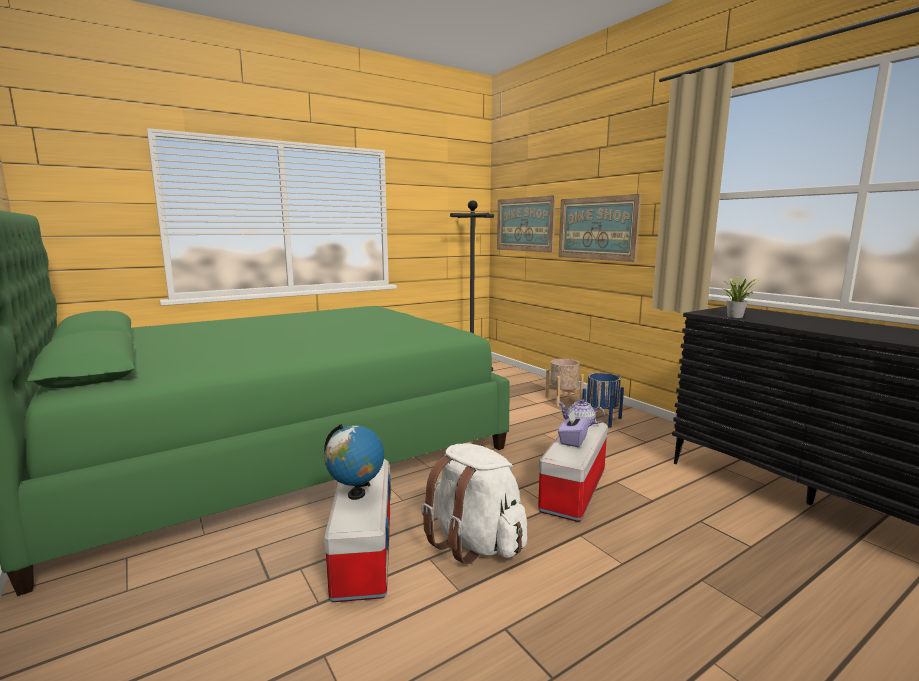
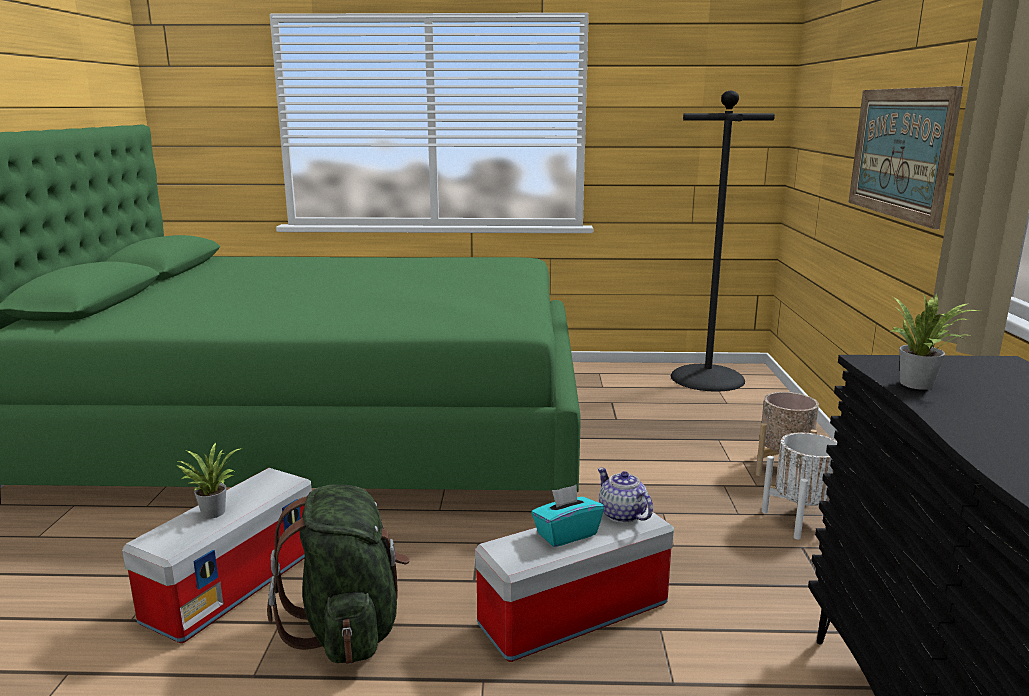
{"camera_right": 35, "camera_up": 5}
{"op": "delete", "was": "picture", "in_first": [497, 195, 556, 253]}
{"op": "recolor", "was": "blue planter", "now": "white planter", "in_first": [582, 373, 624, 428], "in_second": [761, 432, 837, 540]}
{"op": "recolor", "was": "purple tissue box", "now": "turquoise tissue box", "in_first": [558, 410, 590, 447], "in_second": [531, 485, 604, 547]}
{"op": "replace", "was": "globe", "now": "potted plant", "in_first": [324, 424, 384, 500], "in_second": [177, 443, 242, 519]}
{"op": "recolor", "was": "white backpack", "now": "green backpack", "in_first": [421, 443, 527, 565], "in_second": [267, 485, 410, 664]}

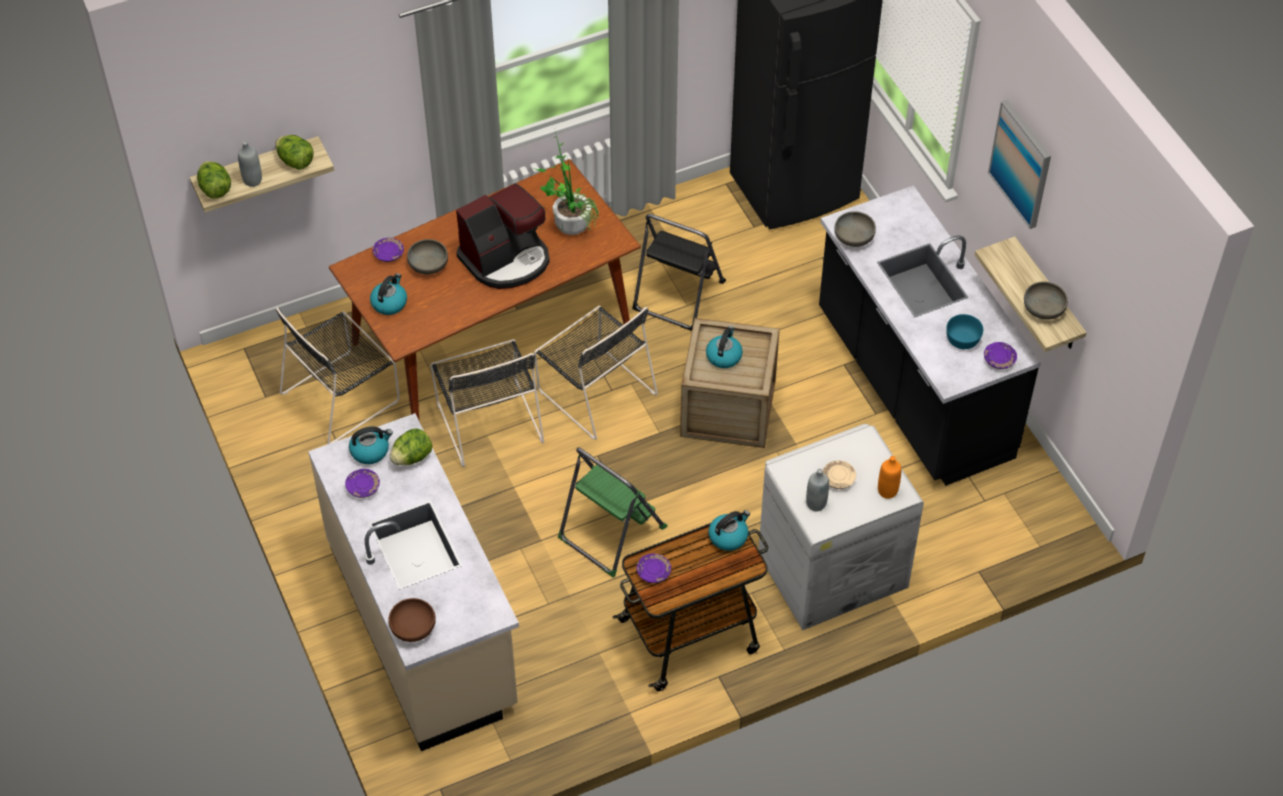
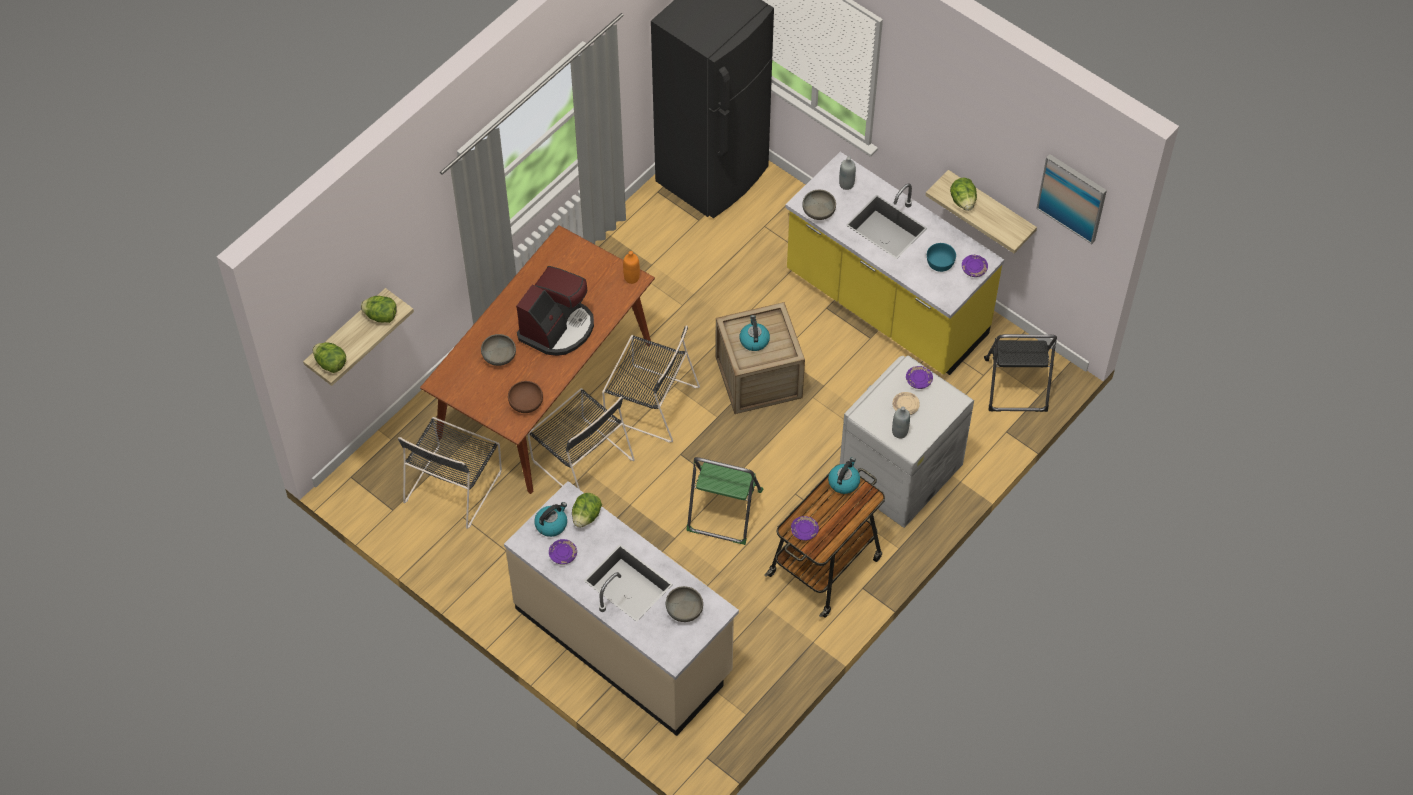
{"camera_right": -25, "camera_up": 5}
{"op": "move", "was": "picture", "in_first": [988, 100, 1051, 229], "in_second": [1036, 154, 1107, 244]}
{"op": "delete", "was": "potted plant", "in_first": [533, 131, 600, 235]}
{"op": "move", "was": "grey bottle", "in_first": [238, 141, 262, 187], "in_second": [839, 156, 856, 190]}
{"op": "recolor", "was": "black counter", "now": "yellow counter", "in_first": [819, 185, 1041, 486], "in_second": [785, 152, 1004, 375]}
{"op": "move", "was": "black step ladder", "in_first": [632, 214, 726, 331], "in_second": [984, 334, 1057, 412]}
{"op": "move", "was": "purple plate", "in_first": [372, 238, 404, 262], "in_second": [906, 366, 933, 389]}
{"op": "delete", "was": "kettle", "in_first": [370, 273, 407, 315]}
{"op": "move", "was": "grey bowl", "in_first": [1024, 281, 1068, 320], "in_second": [666, 586, 703, 622]}
{"op": "move", "was": "orange bottle", "in_first": [878, 456, 901, 499], "in_second": [623, 251, 640, 284]}
{"op": "move", "was": "brown bowl", "in_first": [388, 598, 436, 642], "in_second": [508, 381, 543, 413]}
{"op": "insert", "now": "lettuce", "in_second": [950, 178, 977, 211]}

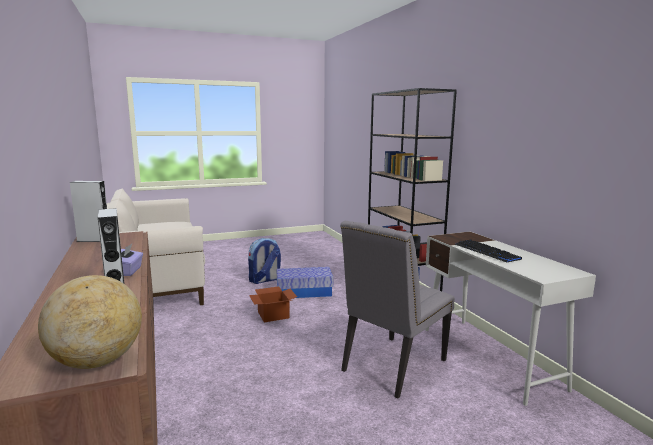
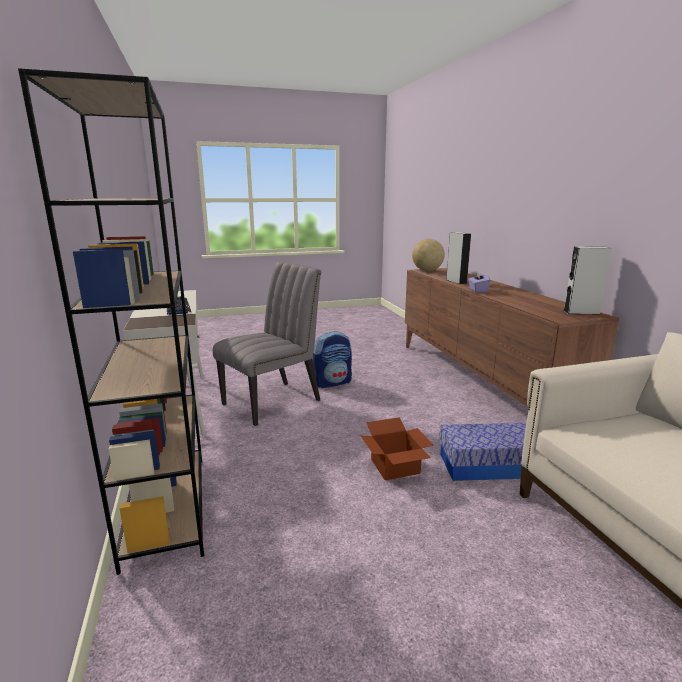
{"camera_right": -175, "camera_up": 5}
{"op": "move", "was": "backpack", "in_first": [248, 238, 281, 284], "in_second": [312, 331, 352, 388]}
{"op": "move", "was": "storage box", "in_first": [277, 267, 333, 298], "in_second": [439, 423, 526, 481]}

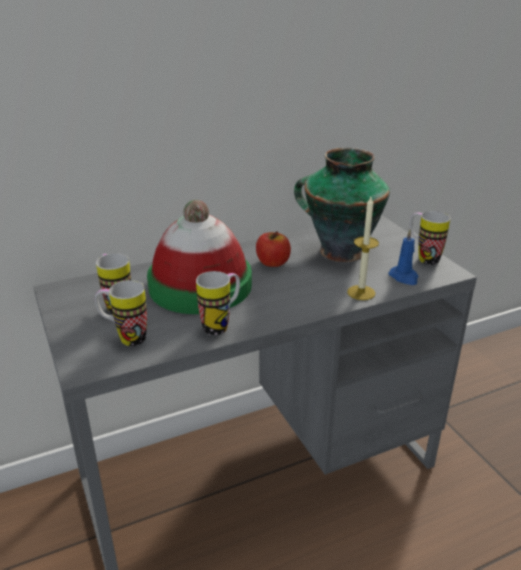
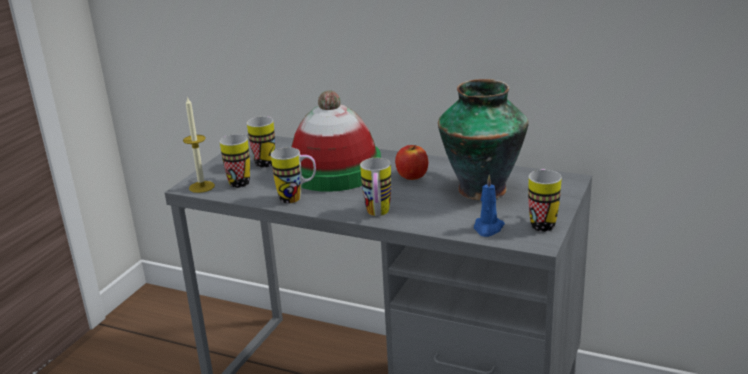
{"camera_right": 50, "camera_up": -5}
{"op": "move", "was": "candle", "in_first": [347, 197, 379, 300], "in_second": [183, 96, 215, 193]}
{"op": "insert", "now": "mug", "in_second": [360, 158, 391, 216]}

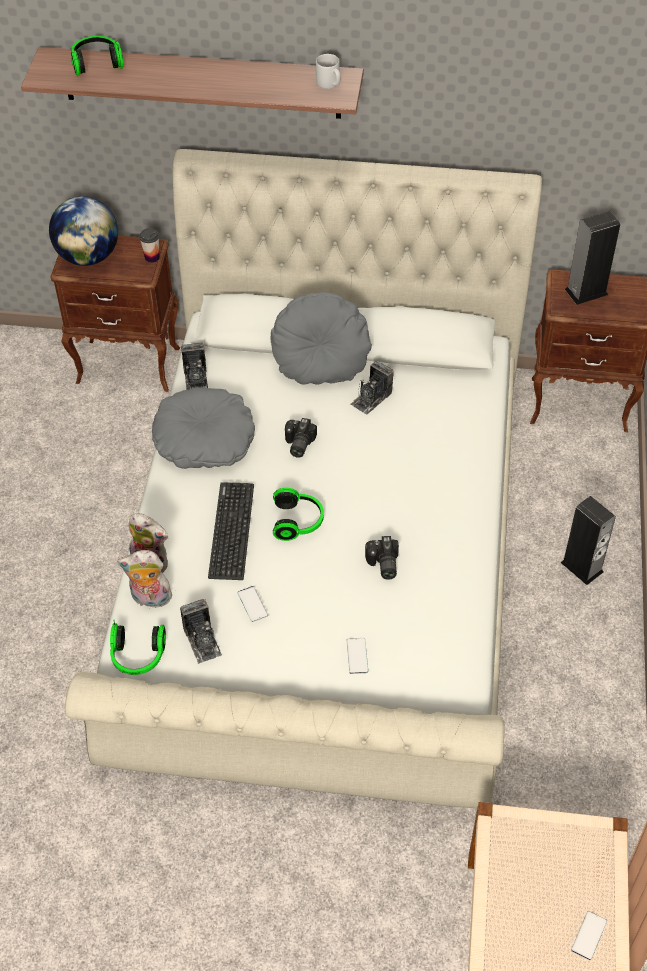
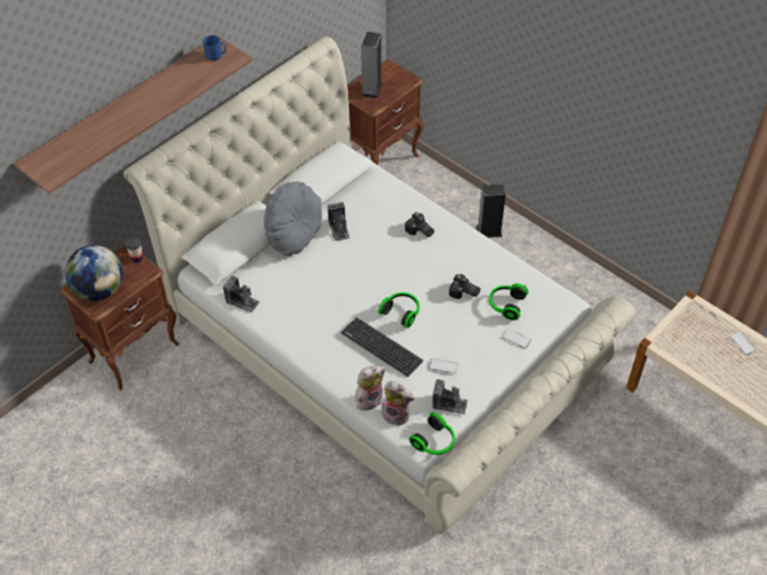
{"camera_right": -55, "camera_up": 0}
{"op": "move", "was": "headphones", "in_first": [71, 36, 124, 76], "in_second": [489, 283, 528, 320]}
{"op": "recolor", "was": "grey mug", "now": "blue mug", "in_first": [316, 54, 340, 89], "in_second": [203, 35, 227, 61]}
{"op": "delete", "was": "grey pillow", "in_first": [152, 387, 255, 469]}
{"op": "move", "was": "photo camera", "in_first": [285, 418, 317, 458], "in_second": [405, 212, 434, 237]}
{"op": "rotate", "was": "plush toy", "in_first": [117, 550, 172, 608], "in_second": [381, 381, 414, 426], "clockwise": -105}

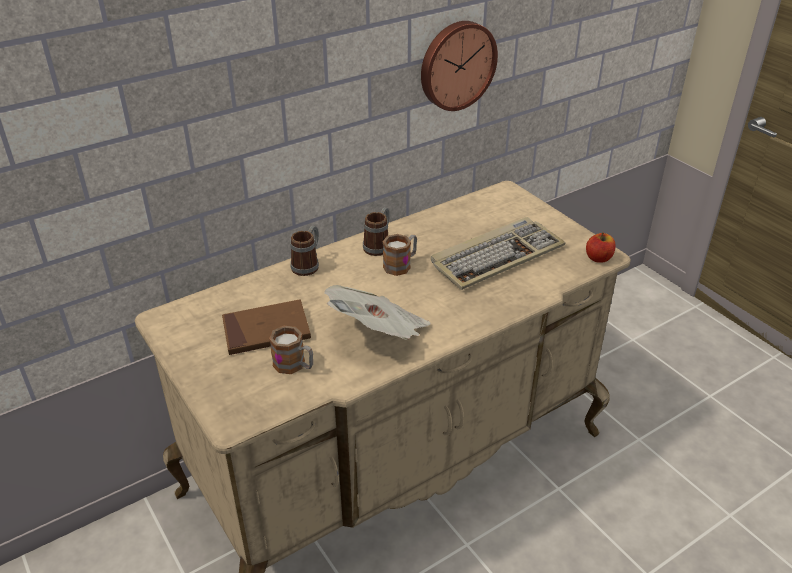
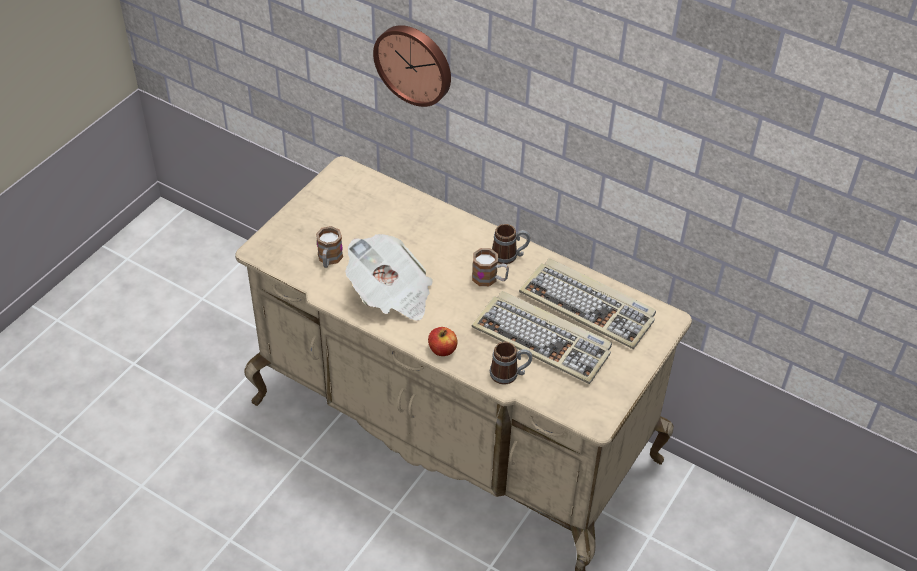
{"camera_right": 65, "camera_up": 10}
{"op": "move", "was": "wall clock", "in_first": [421, 21, 498, 111], "in_second": [373, 25, 451, 107]}
{"op": "move", "was": "mug", "in_first": [290, 226, 319, 276], "in_second": [490, 342, 532, 385]}
{"op": "move", "was": "apple", "in_first": [586, 233, 616, 263], "in_second": [428, 327, 457, 356]}
{"op": "delete", "was": "brown book", "in_first": [222, 299, 311, 355]}
{"op": "insert", "now": "keyboard", "in_second": [519, 258, 656, 349]}

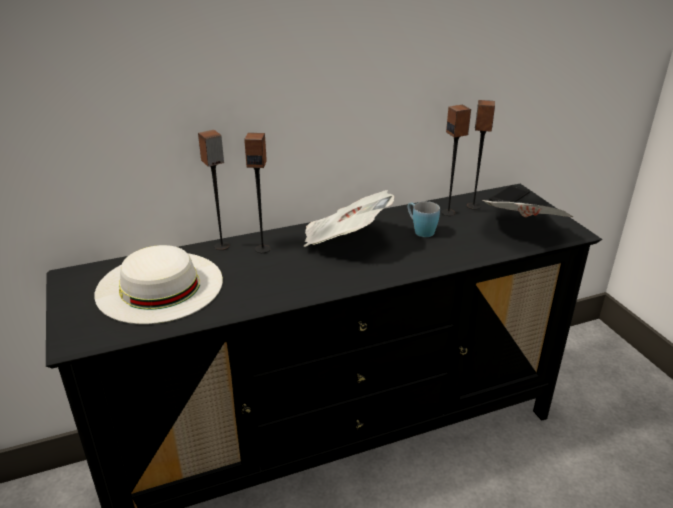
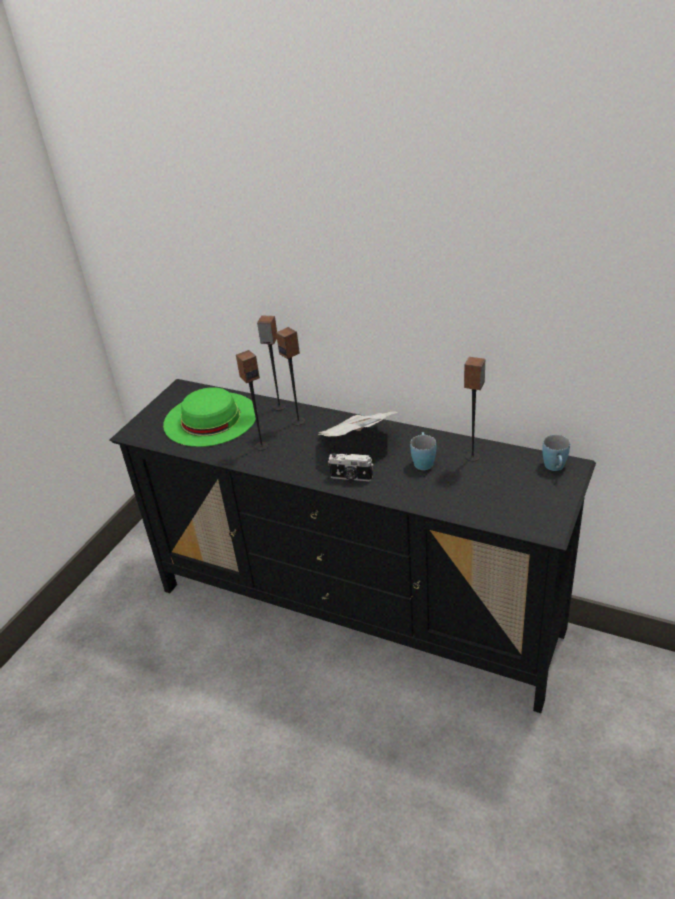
{"camera_right": 50, "camera_up": 5}
{"op": "move", "was": "speaker", "in_first": [467, 100, 495, 210], "in_second": [236, 350, 269, 451]}
{"op": "replace", "was": "phone", "now": "blue mug", "in_first": [489, 185, 530, 202], "in_second": [542, 435, 570, 471]}
{"op": "delete", "was": "newspaper", "in_first": [482, 200, 573, 217]}
{"op": "recolor", "was": "white hat", "now": "green hat", "in_first": [94, 245, 223, 324], "in_second": [163, 387, 256, 447]}
{"op": "insert", "now": "photo camera", "in_second": [328, 453, 373, 481]}

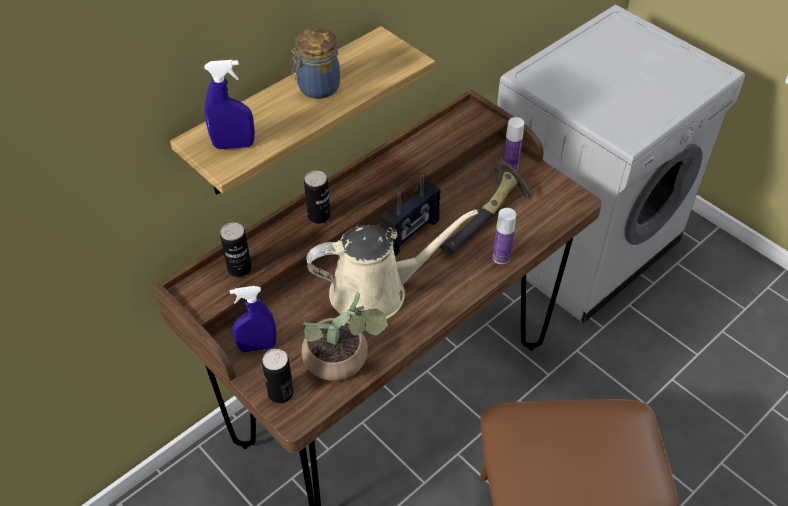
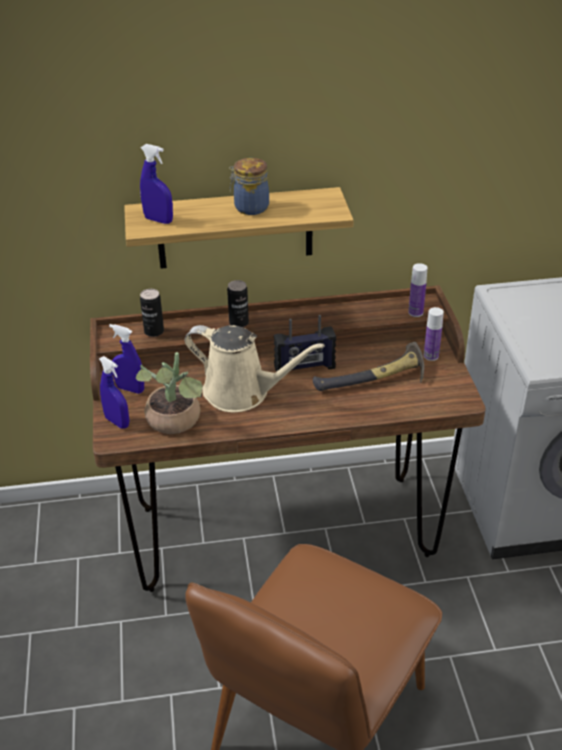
{"camera_right": 35, "camera_up": -10}
{"op": "move", "was": "bottle", "in_first": [493, 208, 516, 264], "in_second": [408, 263, 427, 317]}
{"op": "replace", "was": "can", "now": "blue spray bottle", "in_first": [262, 349, 294, 403], "in_second": [99, 356, 129, 429]}

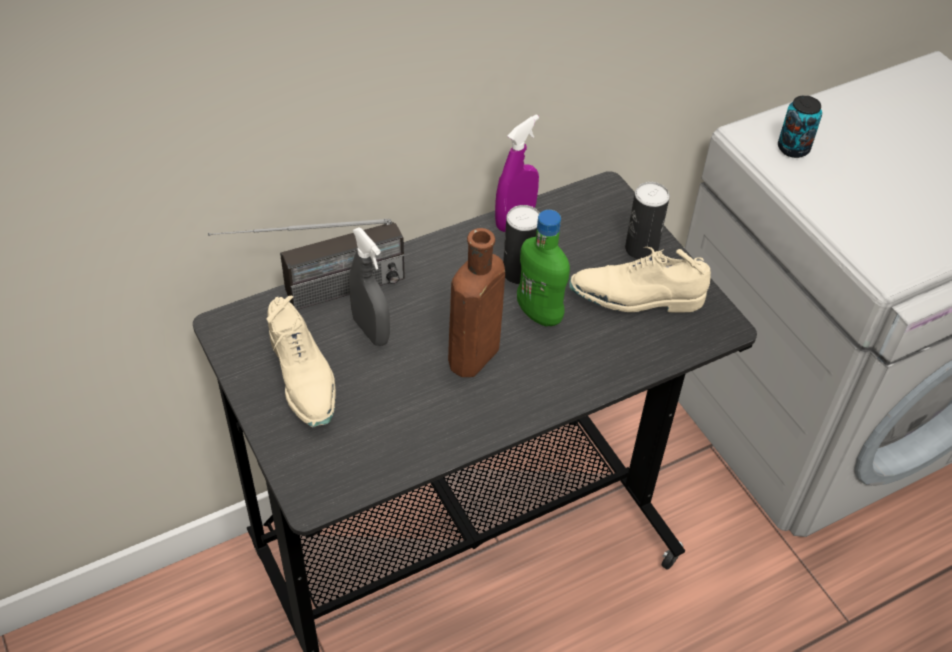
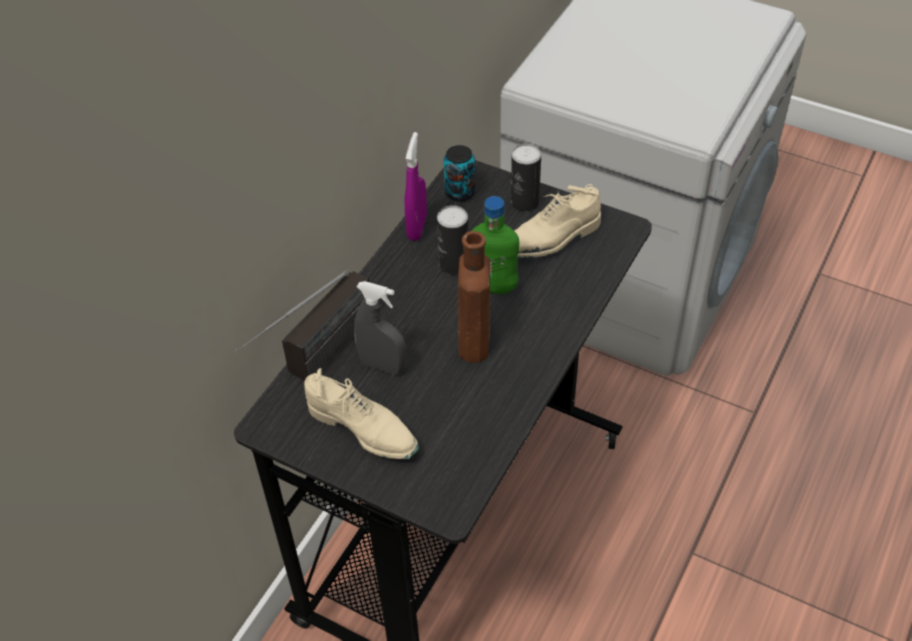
{"camera_right": -30, "camera_up": 0}
{"op": "move", "was": "can", "in_first": [778, 95, 822, 158], "in_second": [444, 145, 475, 202]}

